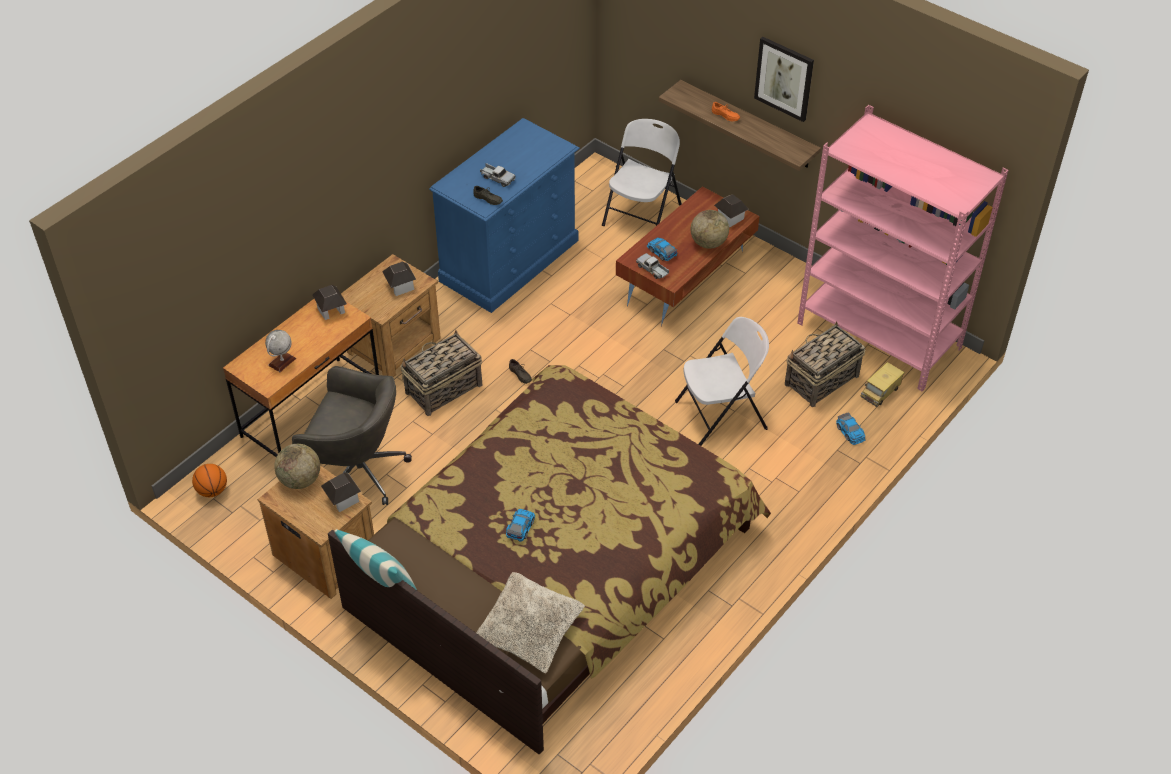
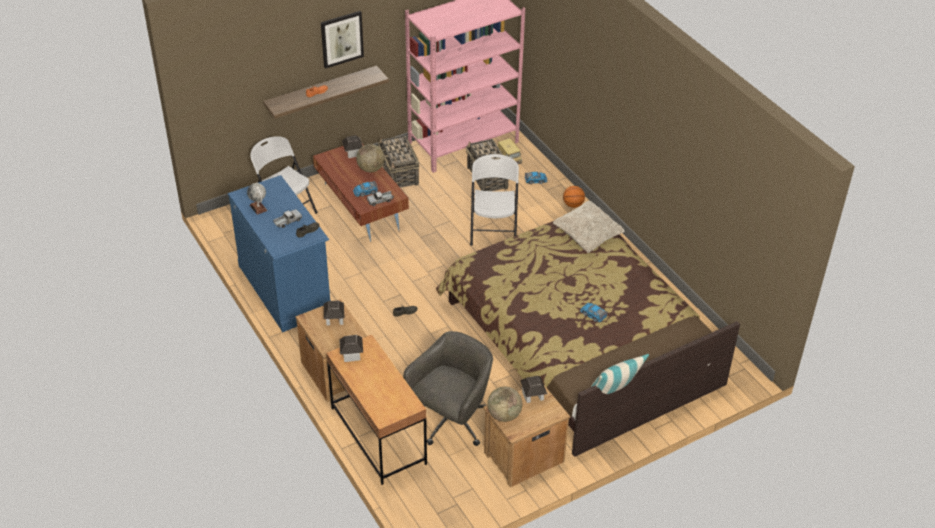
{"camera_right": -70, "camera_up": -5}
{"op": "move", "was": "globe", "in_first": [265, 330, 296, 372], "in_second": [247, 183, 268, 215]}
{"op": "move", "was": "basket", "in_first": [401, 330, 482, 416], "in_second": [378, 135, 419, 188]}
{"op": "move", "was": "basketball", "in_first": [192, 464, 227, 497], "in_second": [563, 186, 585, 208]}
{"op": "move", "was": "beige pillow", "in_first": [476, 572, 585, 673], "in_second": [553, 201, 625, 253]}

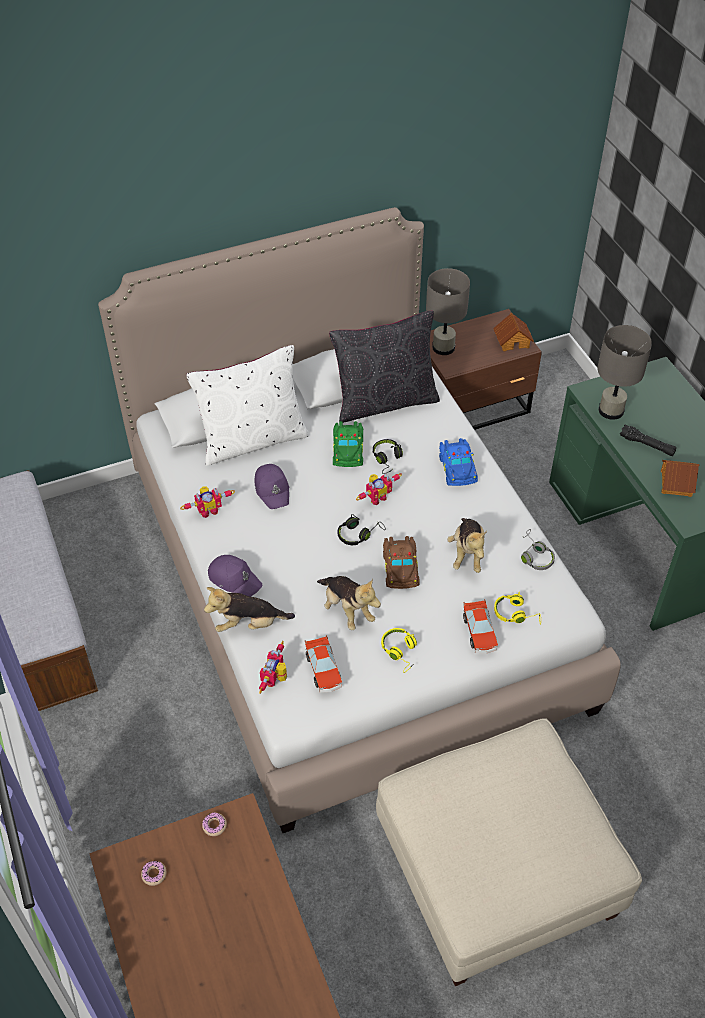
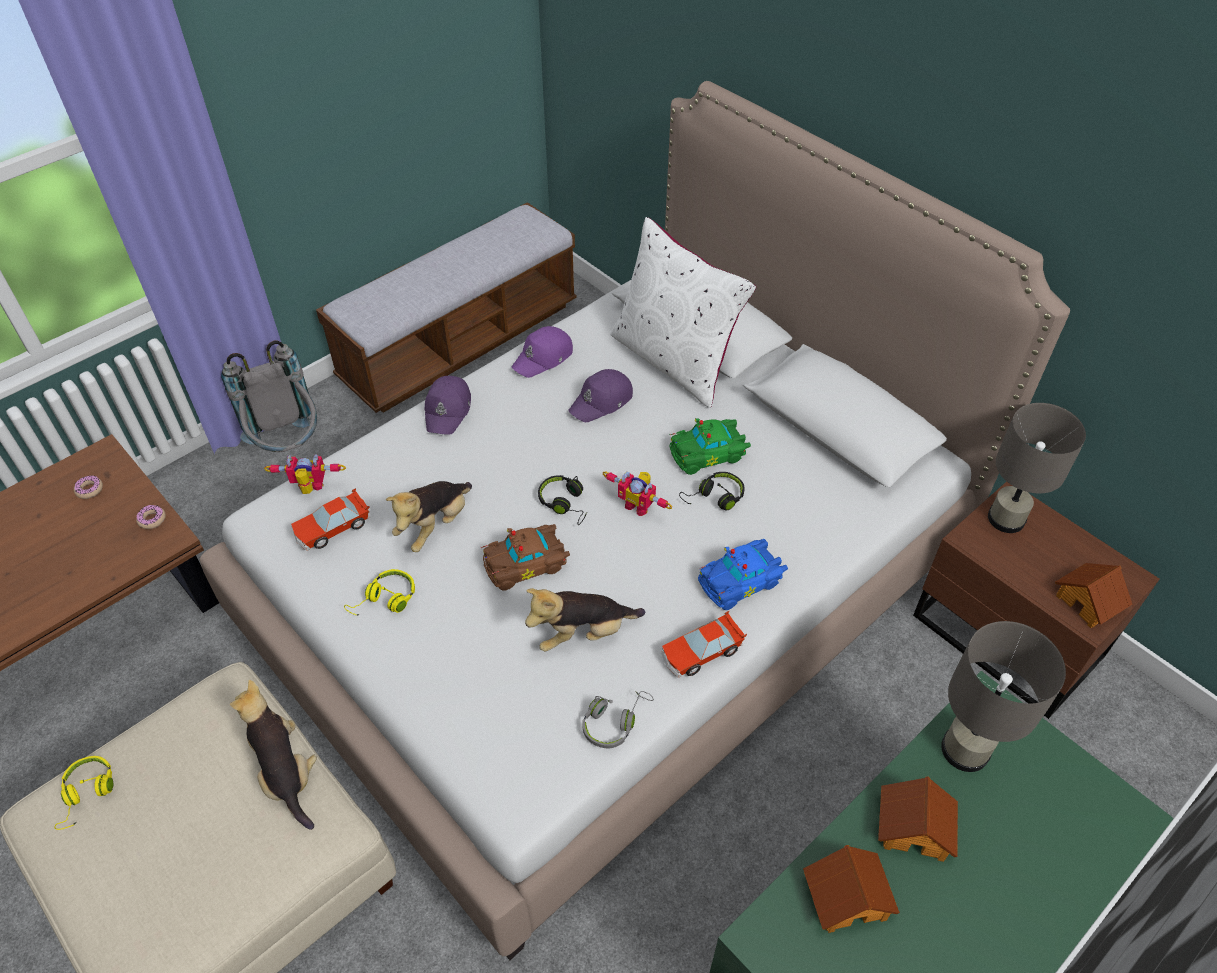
{"camera_right": 70, "camera_up": 0}
{"op": "delete", "was": "black pillow", "in_first": [329, 311, 440, 423]}
{"op": "replace", "was": "black flashlight", "now": "toy house", "in_first": [620, 424, 677, 456], "in_second": [878, 776, 958, 862]}
{"op": "replace", "was": "toy robot", "now": "purple cap", "in_first": [180, 486, 235, 518], "in_second": [511, 326, 573, 378]}
{"op": "move", "was": "plush toy", "in_first": [204, 587, 295, 632], "in_second": [230, 680, 317, 830]}
{"op": "move", "was": "yellow headphones", "in_first": [494, 592, 541, 625], "in_second": [54, 756, 113, 830]}
{"op": "move", "was": "toy car", "in_first": [463, 600, 498, 654], "in_second": [661, 611, 747, 678]}
{"op": "insert", "now": "grey backpack", "in_second": [221, 340, 317, 452]}

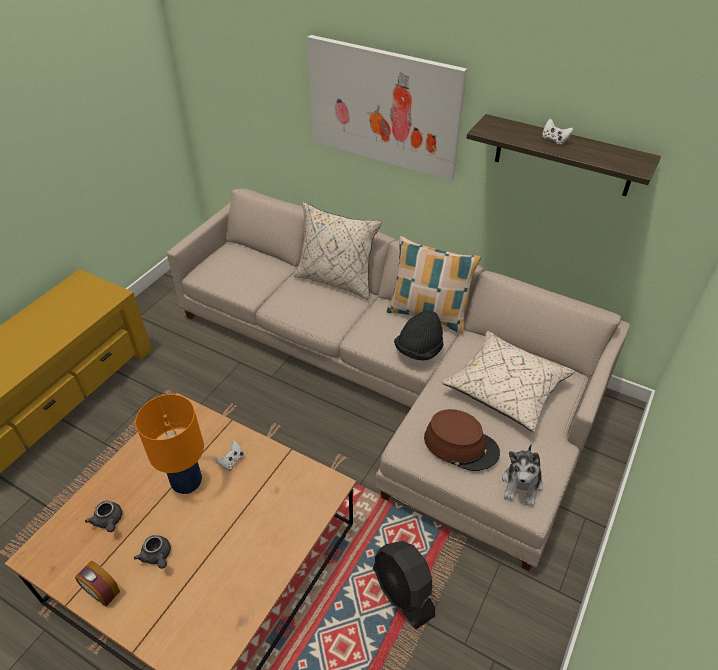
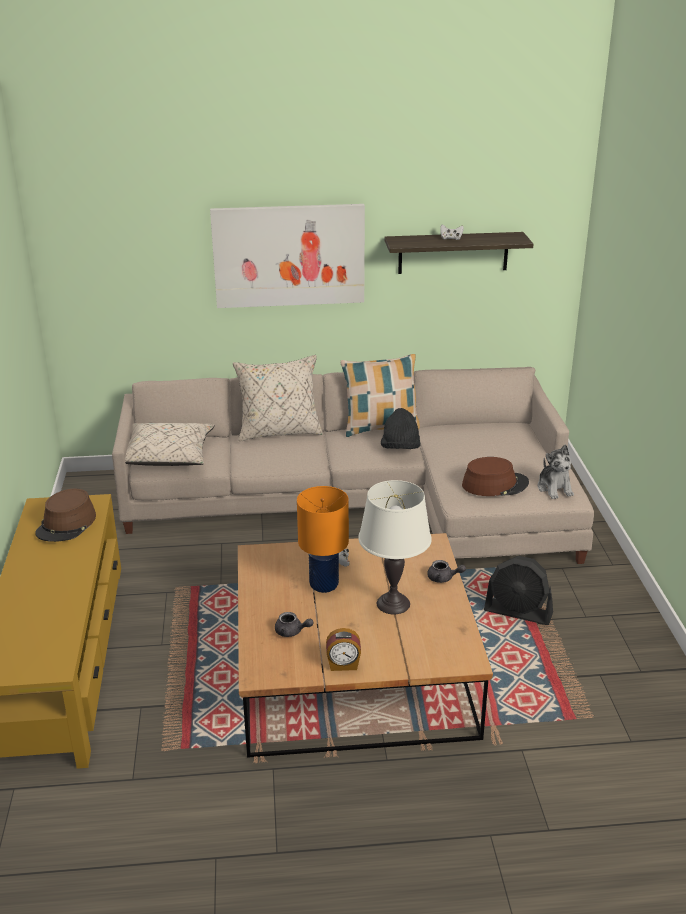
{"camera_right": -35, "camera_up": -15}
{"op": "move", "was": "beige pillow", "in_first": [442, 331, 575, 432], "in_second": [125, 423, 215, 466]}
{"op": "move", "was": "grey teapot", "in_first": [134, 535, 171, 569], "in_second": [427, 560, 466, 583]}
{"op": "insert", "now": "white table lamp", "in_second": [358, 480, 432, 614]}
{"op": "insert", "now": "brown hat", "in_second": [35, 489, 96, 542]}

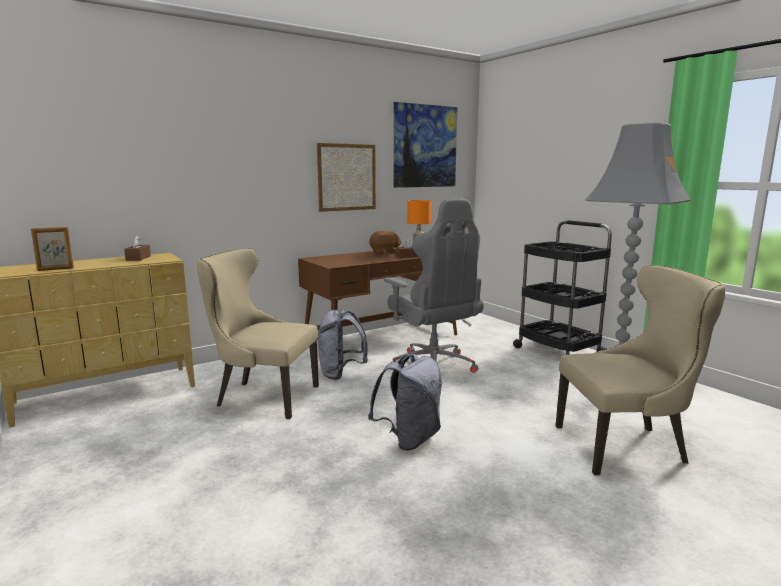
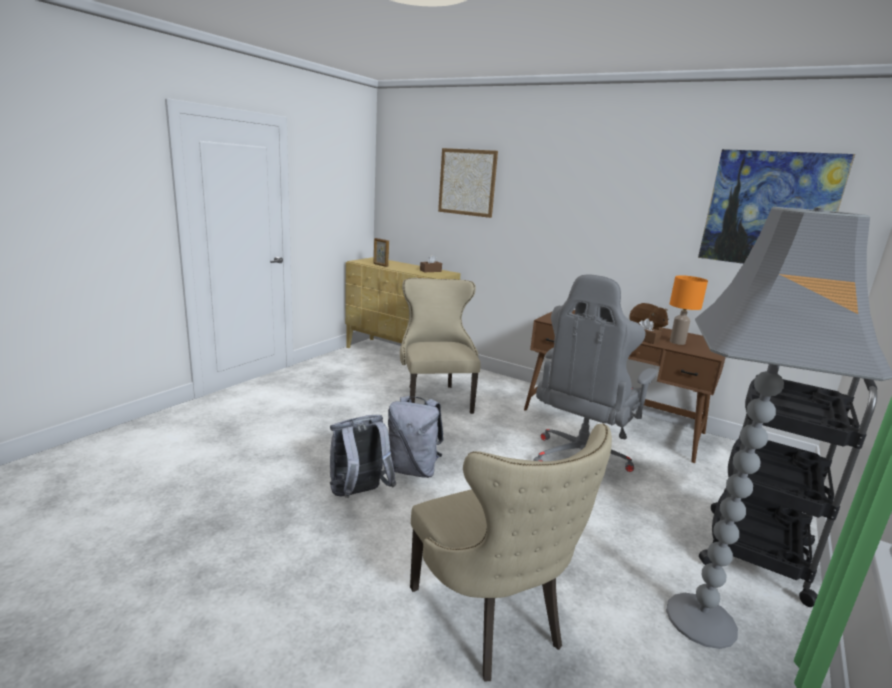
{"camera_right": 65, "camera_up": 5}
{"op": "move", "was": "picture", "in_first": [317, 143, 376, 212], "in_second": [438, 148, 498, 218]}
{"op": "move", "was": "grey backpack", "in_first": [318, 309, 368, 380], "in_second": [330, 415, 396, 498]}

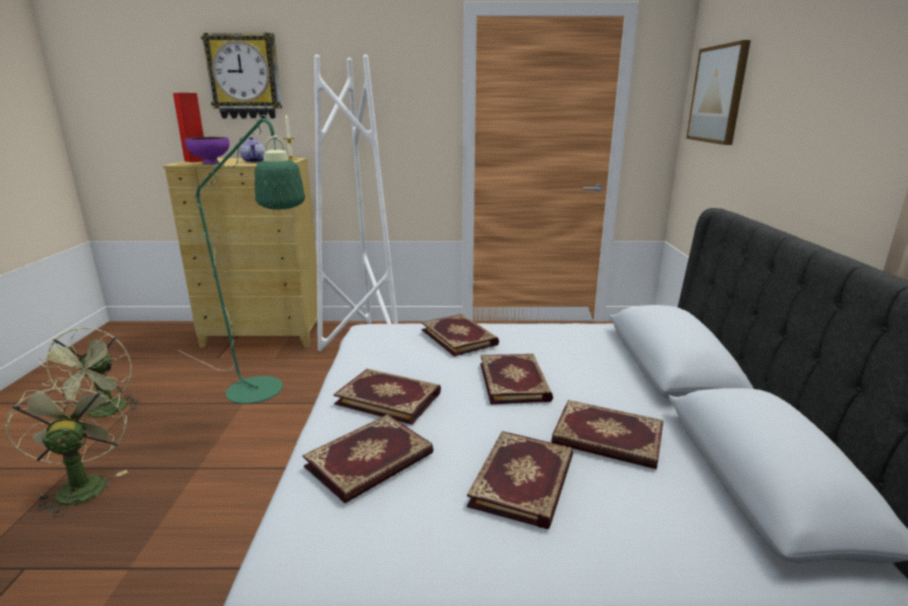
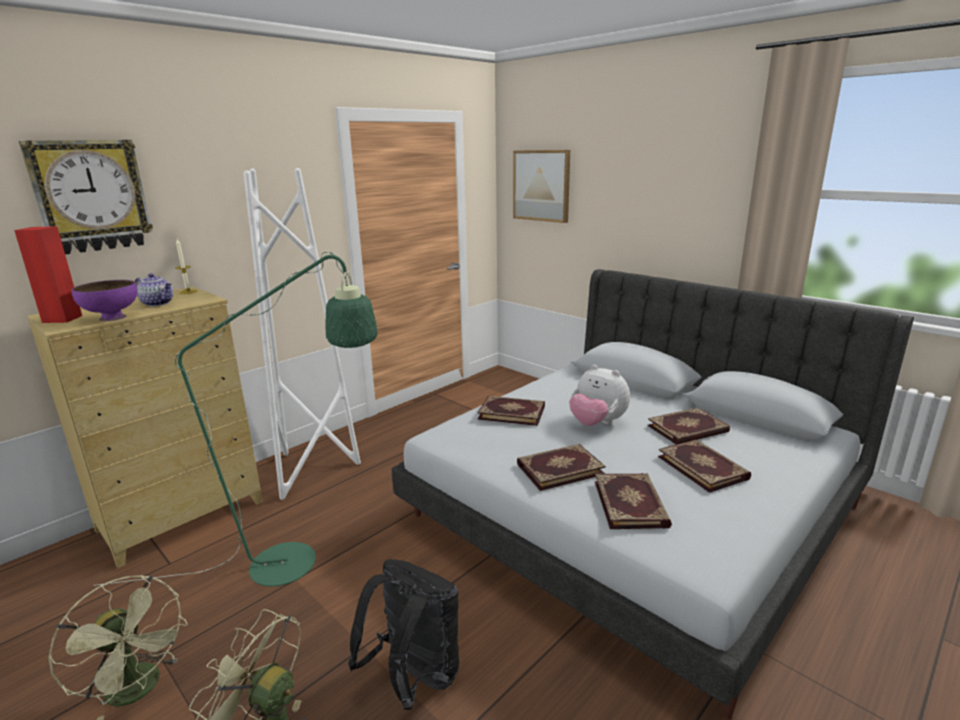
{"camera_right": -45, "camera_up": 0}
{"op": "replace", "was": "book", "now": "plush toy", "in_first": [480, 353, 553, 404], "in_second": [569, 365, 630, 426]}
{"op": "insert", "now": "black backpack", "in_second": [348, 559, 459, 710]}

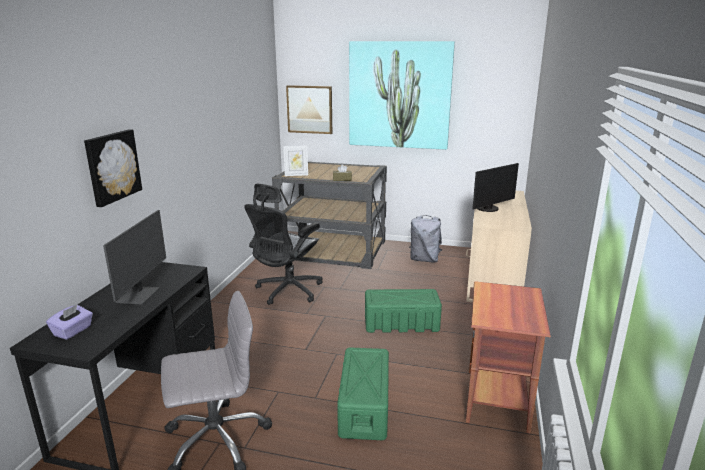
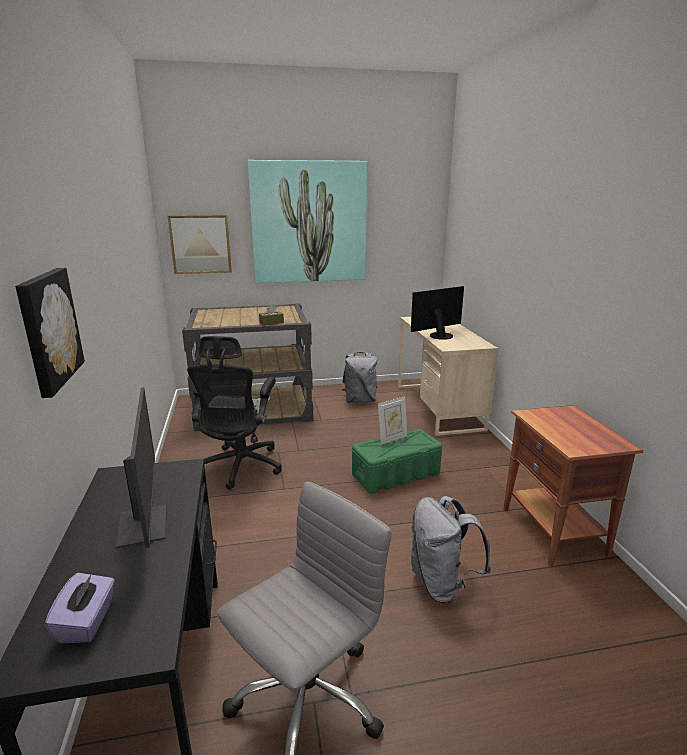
{"camera_right": -25, "camera_up": 0}
{"op": "move", "was": "picture frame", "in_first": [283, 146, 308, 176], "in_second": [378, 396, 407, 445]}
{"op": "rotate", "was": "monitor", "in_first": [472, 163, 519, 212], "in_second": [411, 286, 464, 340], "clockwise": -150}
{"op": "replace", "was": "green storage box", "now": "grey backpack", "in_first": [337, 347, 389, 440], "in_second": [410, 496, 491, 603]}

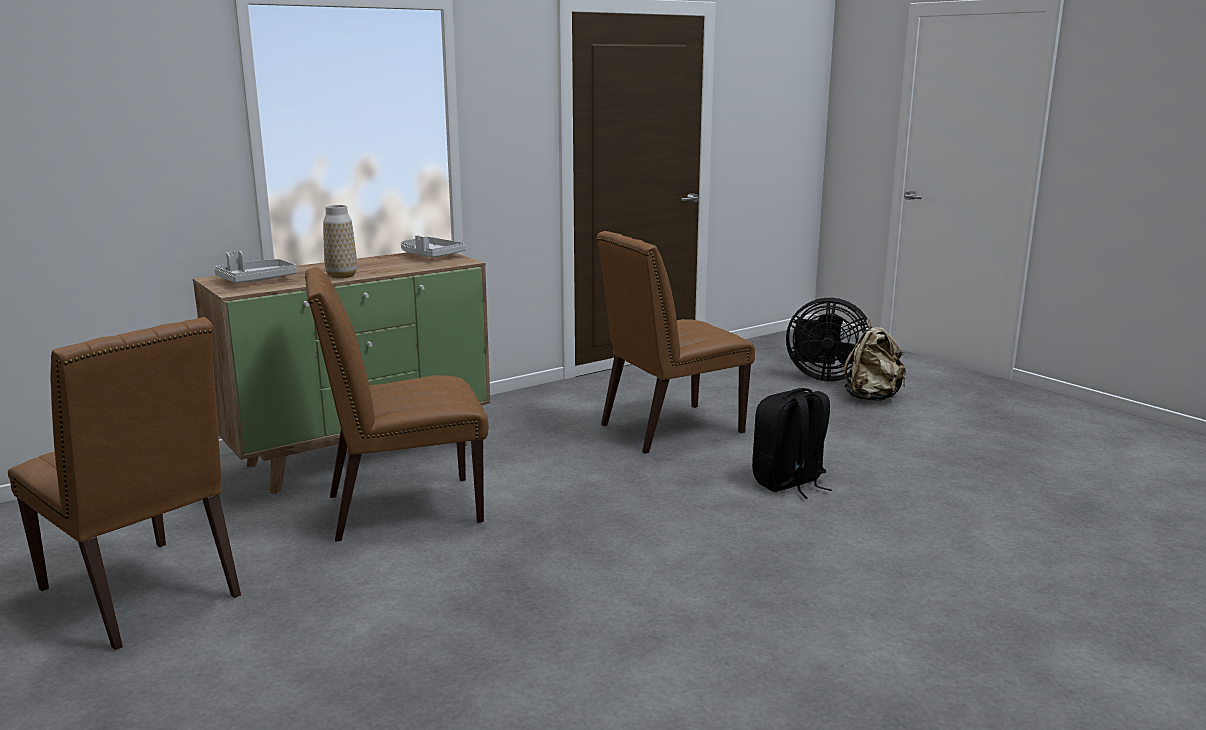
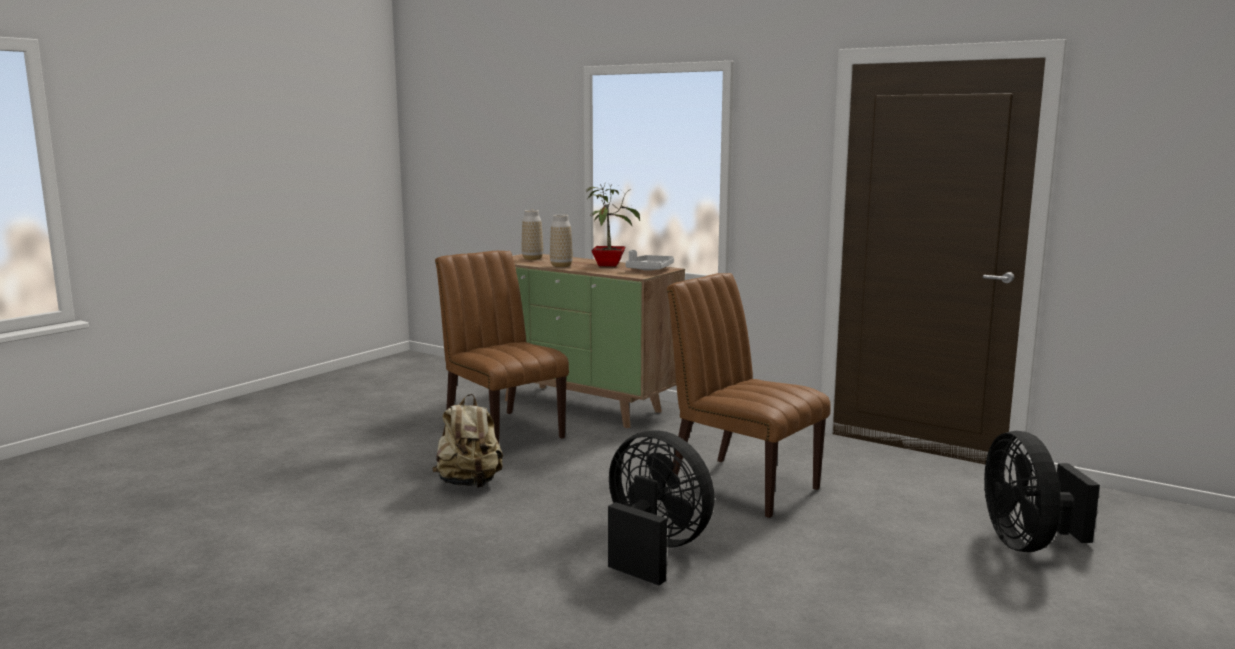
{"camera_right": 70, "camera_up": -5}
{"op": "replace", "was": "grey tray", "now": "vase", "in_first": [214, 251, 298, 283], "in_second": [522, 210, 543, 260]}
{"op": "delete", "was": "brown chair", "in_first": [8, 317, 241, 650]}
{"op": "move", "was": "beige backpack", "in_first": [844, 319, 906, 401], "in_second": [432, 394, 503, 488]}
{"op": "replace", "was": "black backpack", "now": "black fan", "in_first": [752, 388, 832, 499], "in_second": [608, 430, 715, 585]}
{"op": "insert", "now": "potted plant", "in_second": [586, 184, 640, 267]}

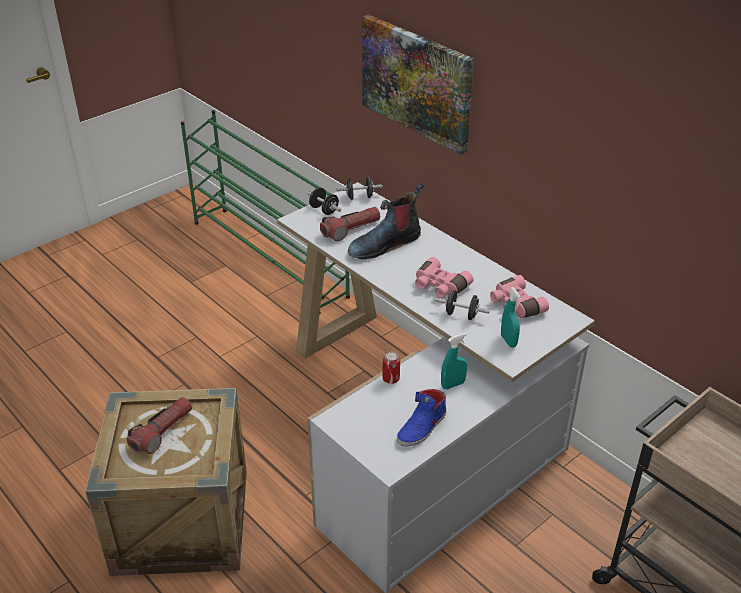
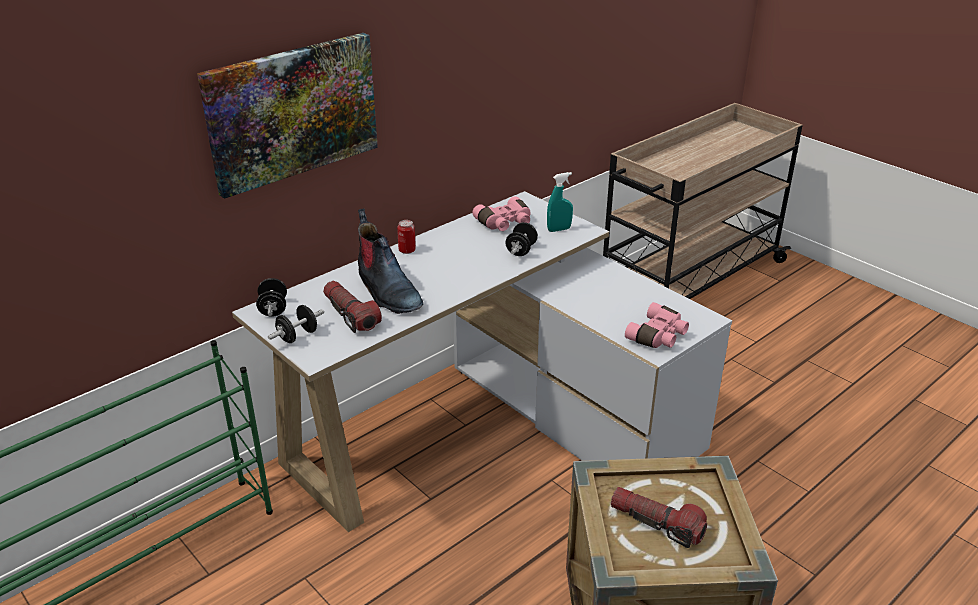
{"camera_right": -90, "camera_up": -5}
{"op": "move", "was": "pink binoculars", "in_first": [415, 257, 473, 298], "in_second": [625, 302, 689, 348]}
{"op": "delete", "was": "turquoise spray bottle", "in_first": [441, 333, 468, 389]}
{"op": "move", "was": "can", "in_first": [382, 351, 400, 384], "in_second": [397, 220, 416, 254]}
{"op": "delete", "was": "blue shoe", "in_first": [397, 389, 446, 447]}

